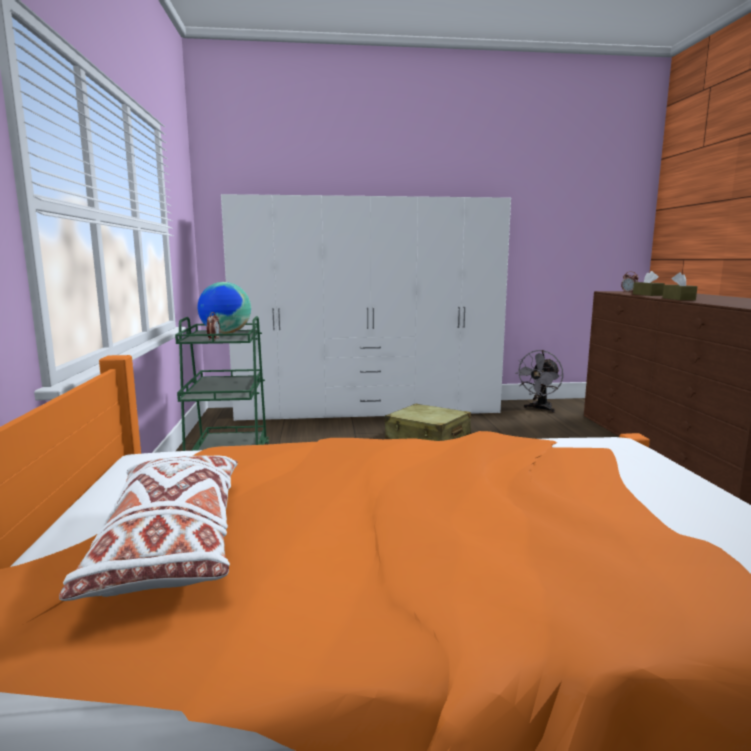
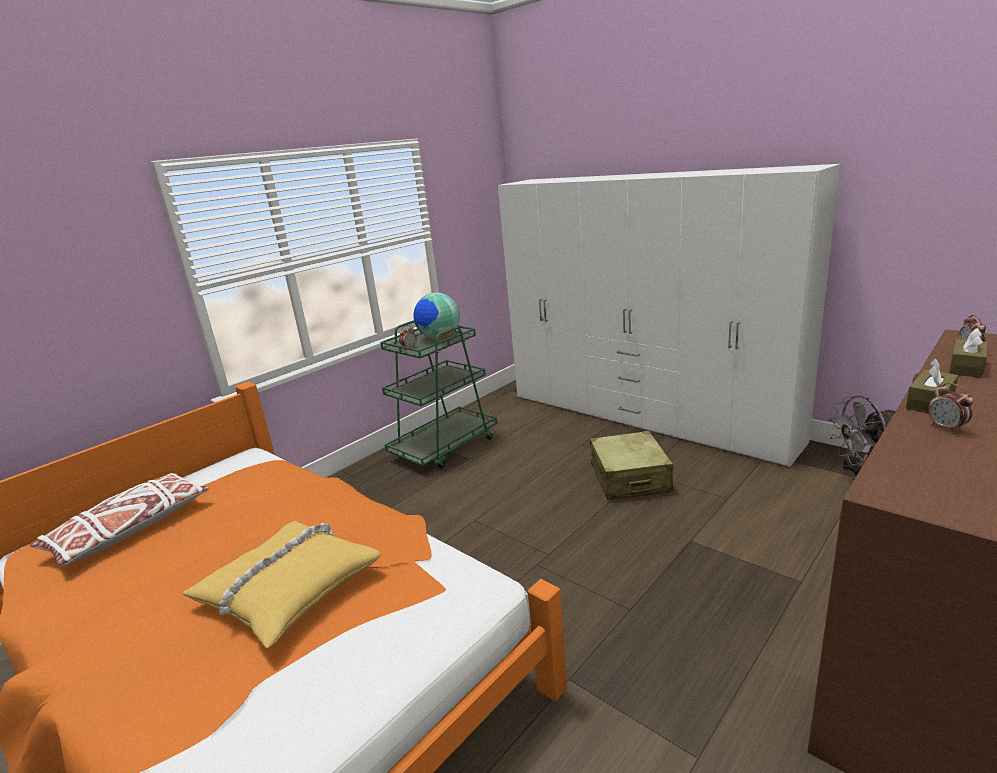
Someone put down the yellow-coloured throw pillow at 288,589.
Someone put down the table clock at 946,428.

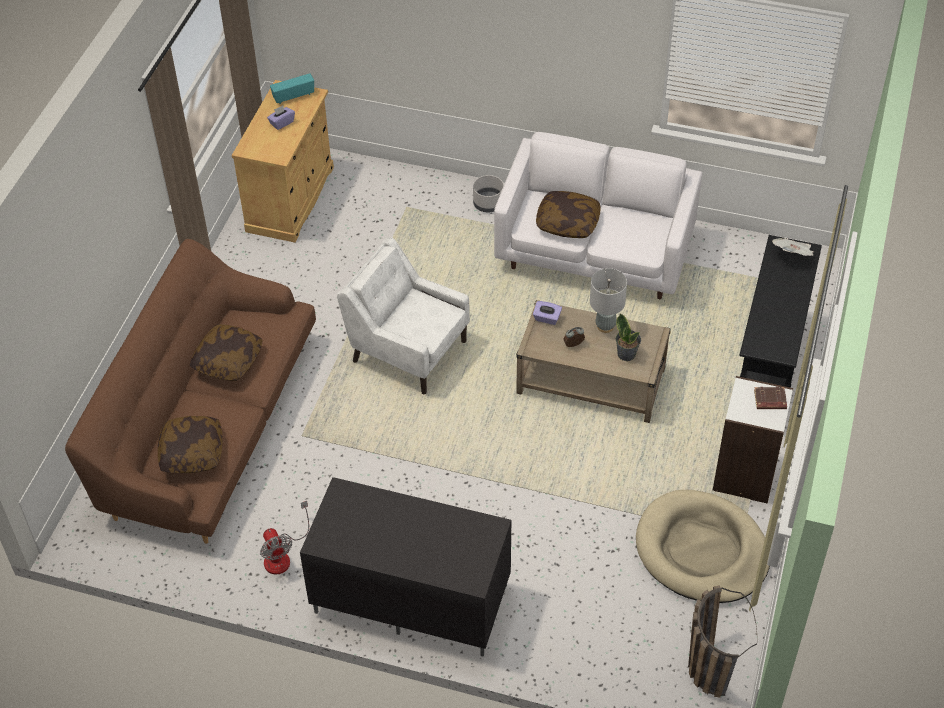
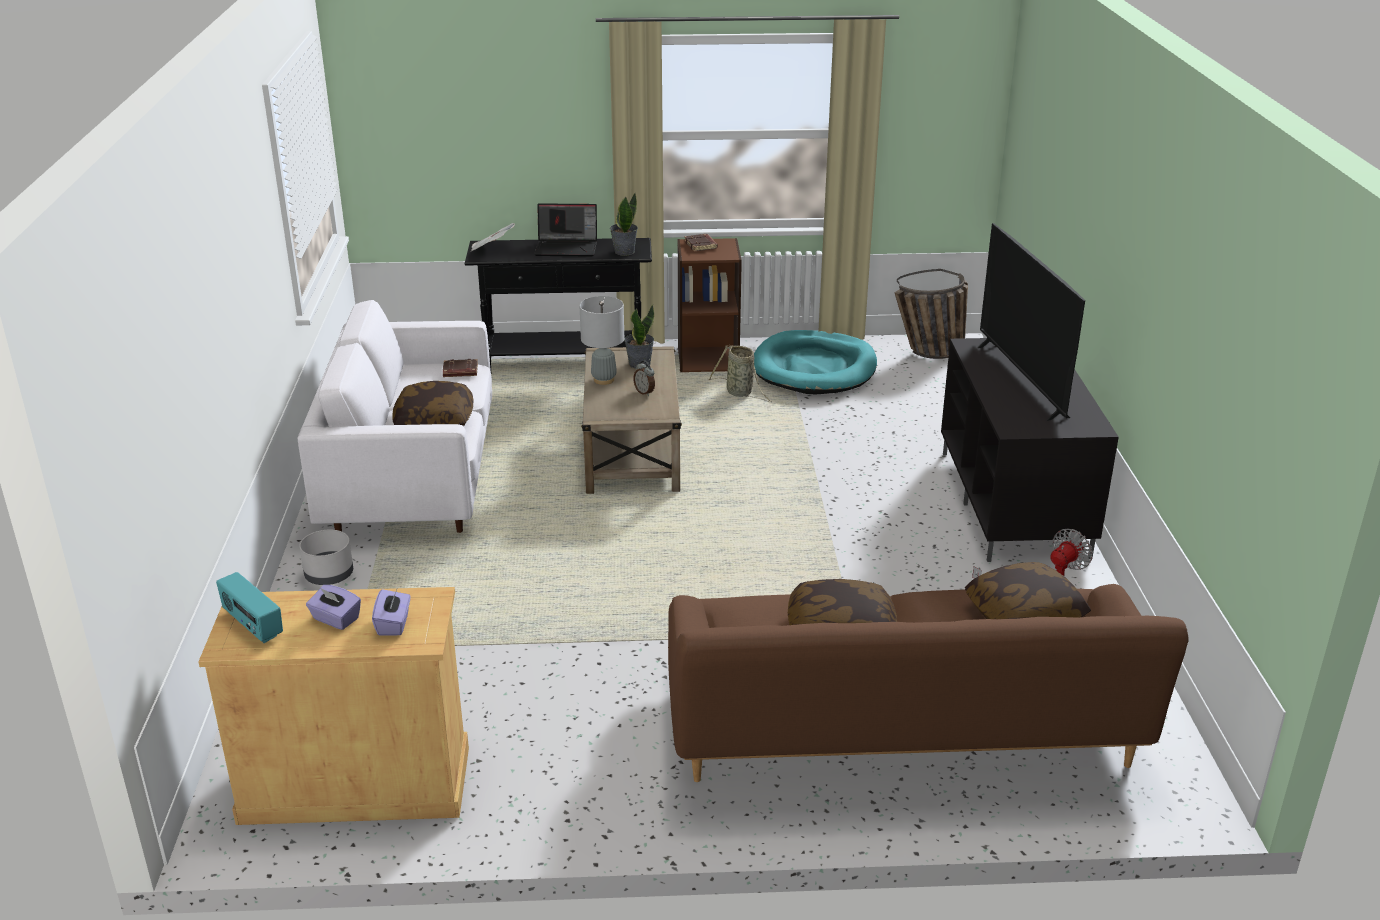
Someone took away the whitish armchair at 408,350.
Someone put down the brownish book at 460,372.
Someone put down the laptop at 567,248.
Someone put down the potted plant at 624,251.
Someone put down the household basket at 741,393.
Someone put down the TV at 1021,381.
Someone carried the purple tissue box from 546,318 to 394,624.
Someone repainted the beige-coloured pet bed at 701,551, which became the blue-green pet bed at 814,368.
Someone repainted the whitish shelving unit at 745,475, which became the brownish shelving unit at 708,359.

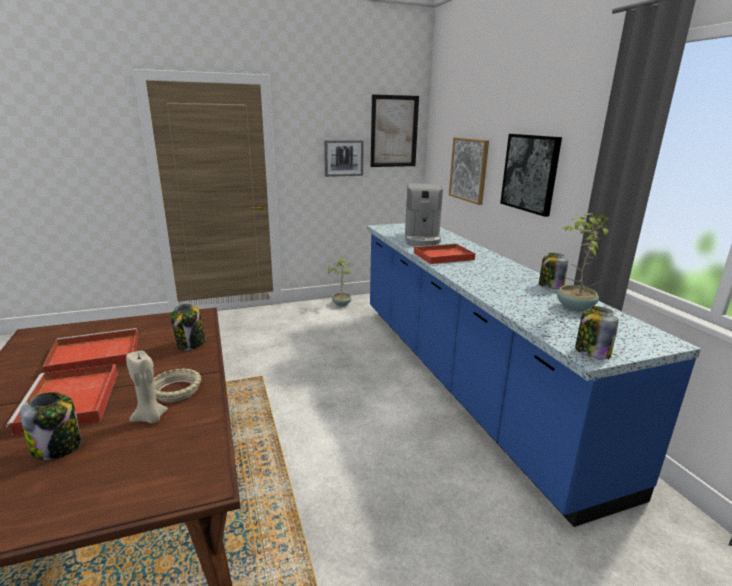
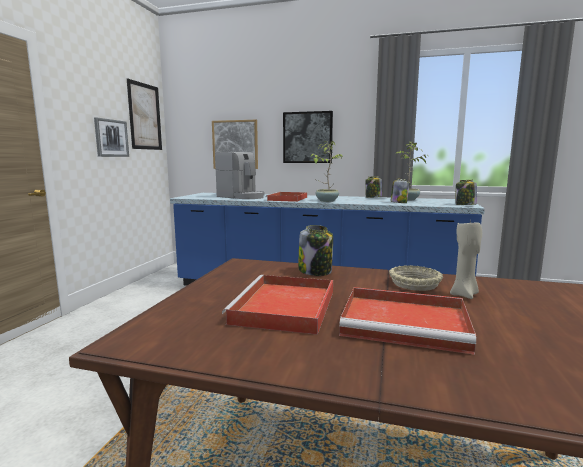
Someone carried the storage jar from 58,447 to 398,203.
Someone carried the potted plant from 341,304 to 326,201.

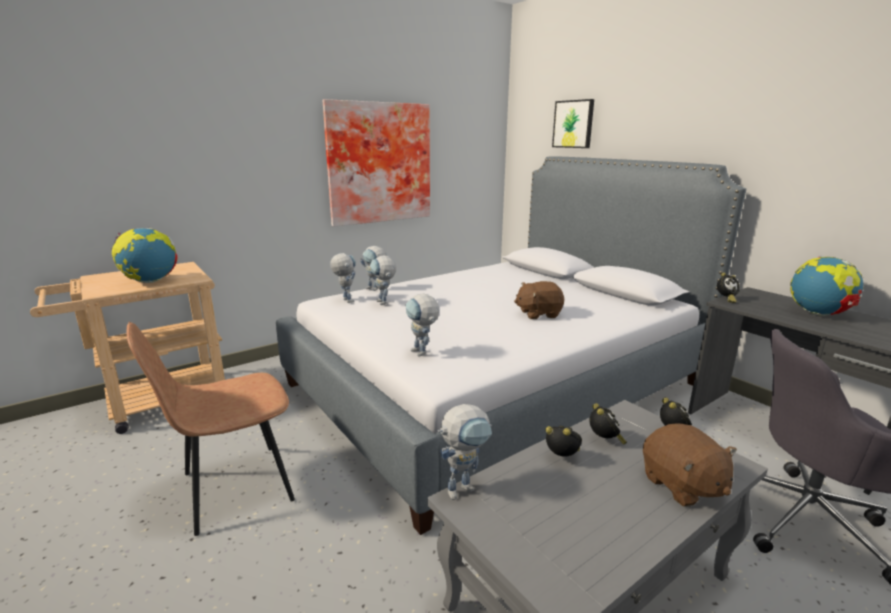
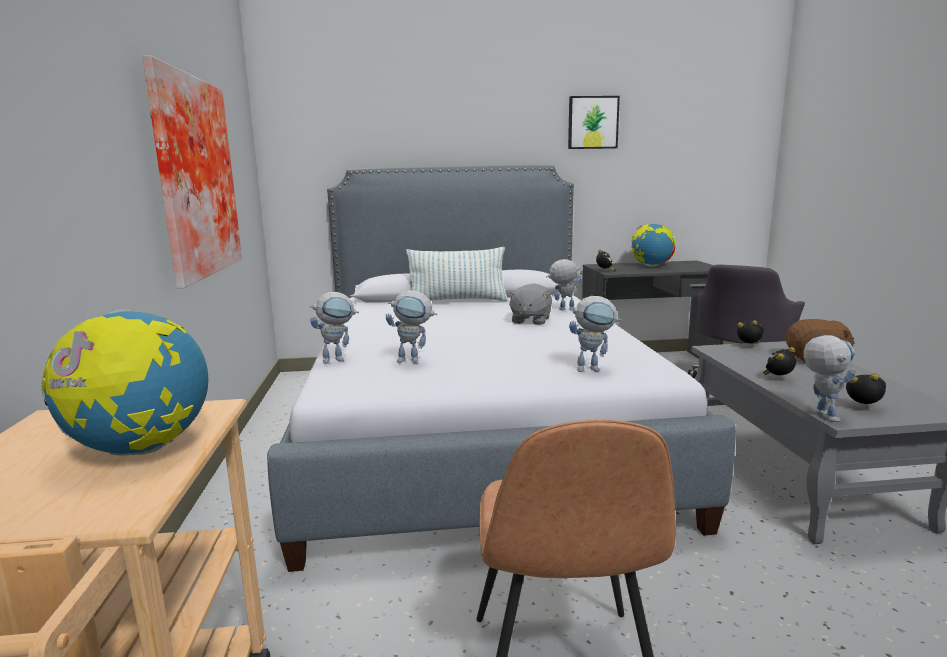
Someone put down the throw pillow at 457,301.
Someone carried the toy robot from 345,299 to 562,310.
Someone carried the wall picture from 573,124 to 592,122.
Someone carried the table clock from 604,441 to 863,408.
Someone repainted the brownish plush toy at 538,314, which became the gray plush toy at 530,320.

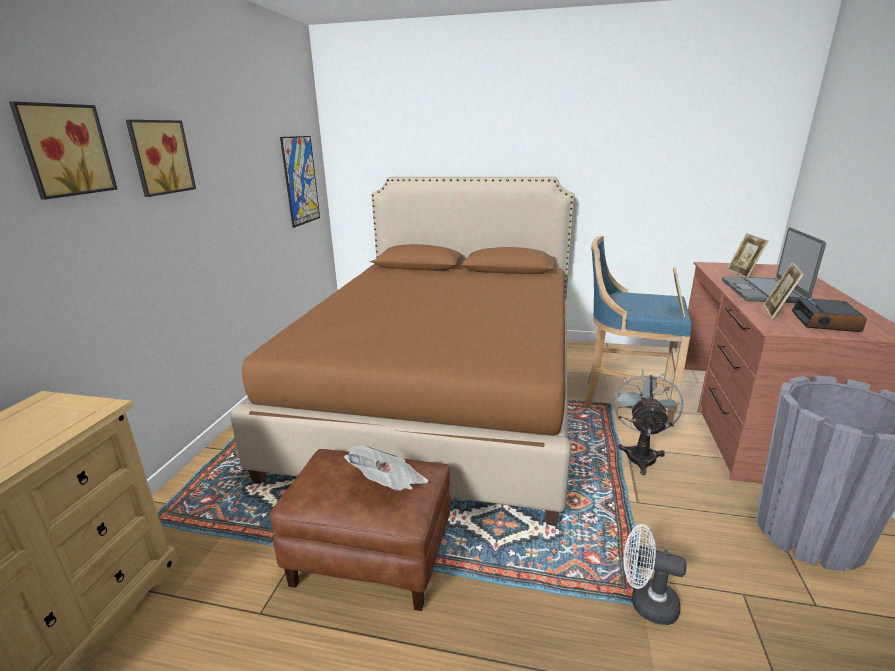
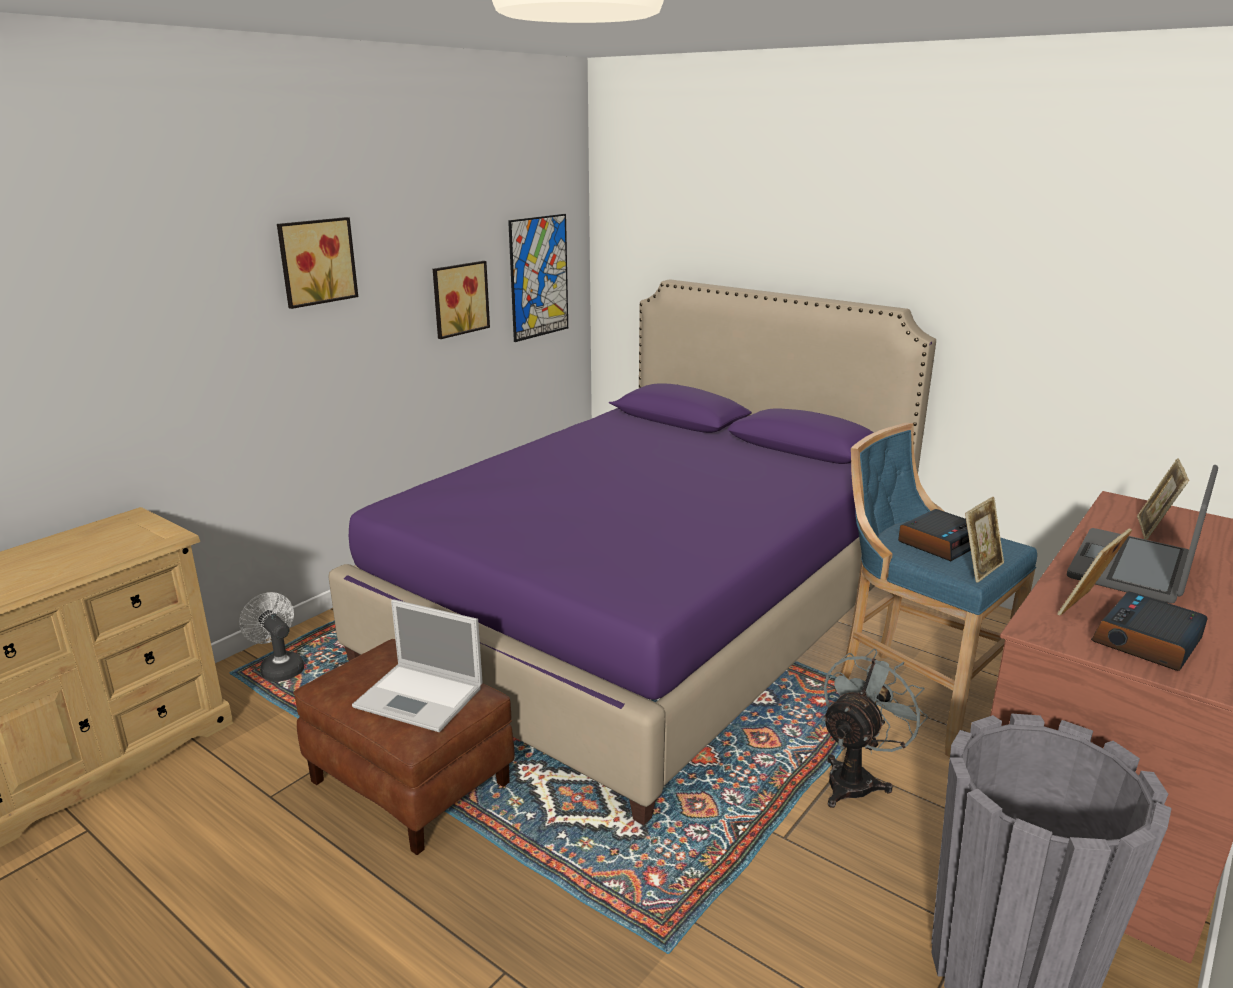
Someone put down the table clock at 940,542.
Someone carried the wall picture from 63,150 to 458,298.
Someone carried the whitish cooling fan from 646,602 to 279,668.
Someone swapped the daily paper at 389,484 for the laptop at 421,697.
Someone repainted the brownish sleeping bed at 442,395, which became the purple sleeping bed at 646,618.

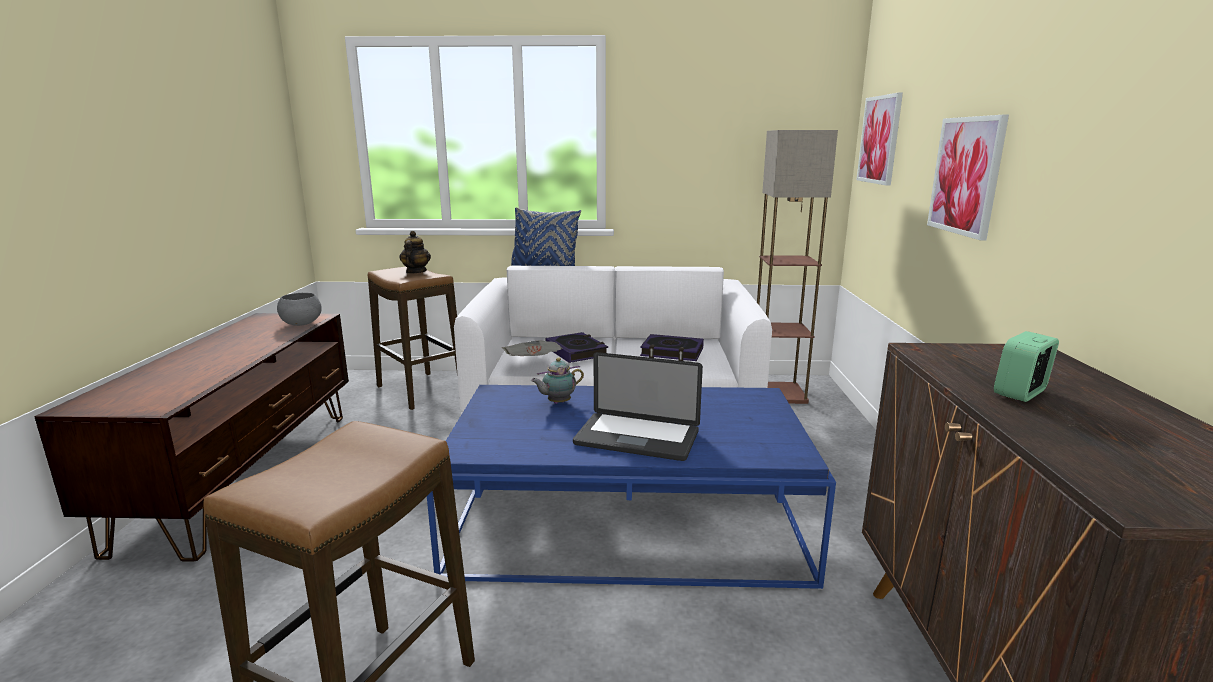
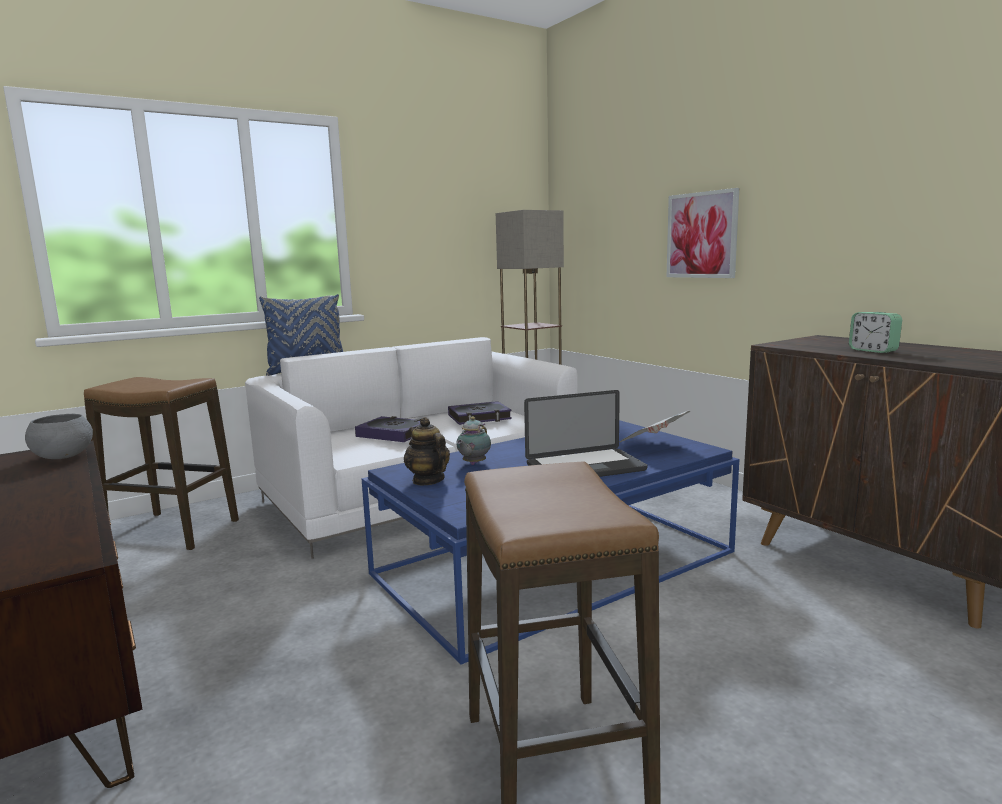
Someone took away the wall picture at 879,140.
Someone carried the tea pot from 416,272 to 428,480.
Someone carried the daily paper from 533,365 to 651,446.
Someone rotated the table clock at 1020,393 by 45 degrees counterclockwise.

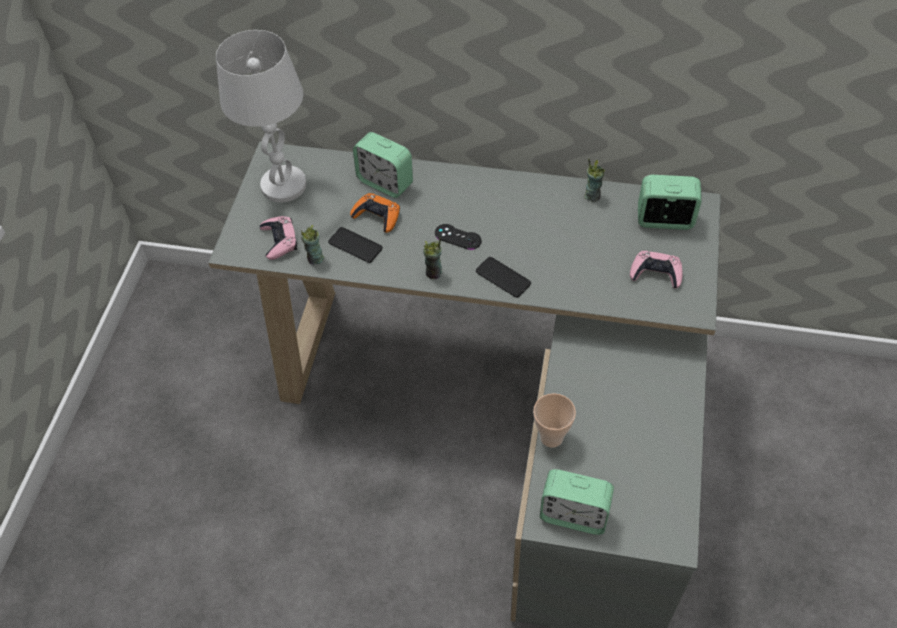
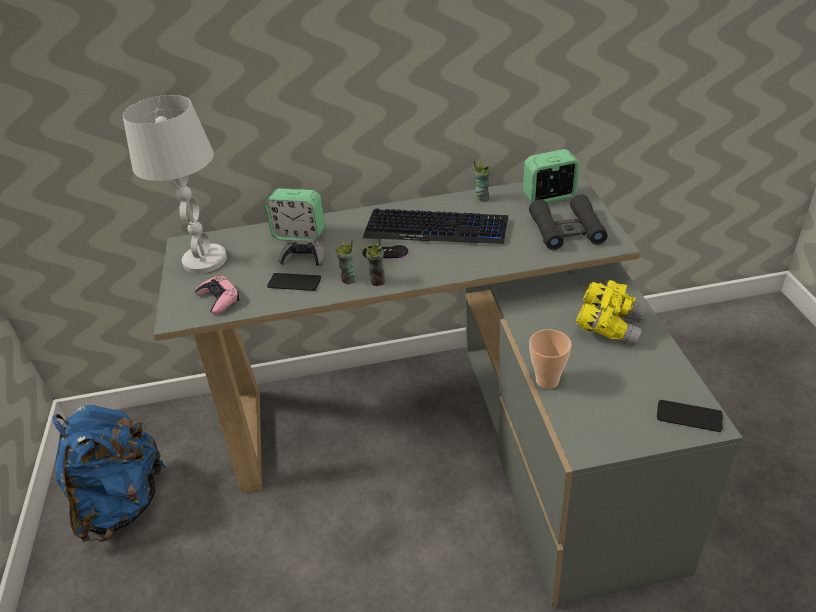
Someone took away the table clock at 574,514.
Someone put down the blue knapsack at 123,502.
Someone put down the keyboard at 436,229.
Someone put down the yellow-coloured binoculars at 609,326.
Someone carried the cup from 315,259 to 349,280.
Someone carried the phone from 503,277 to 689,416.
Someone swapped the pink-coloured joypad at 656,273 for the black binoculars at 566,230.
Someone repainted the orange joypad at 377,216, which became the gray joypad at 304,258.

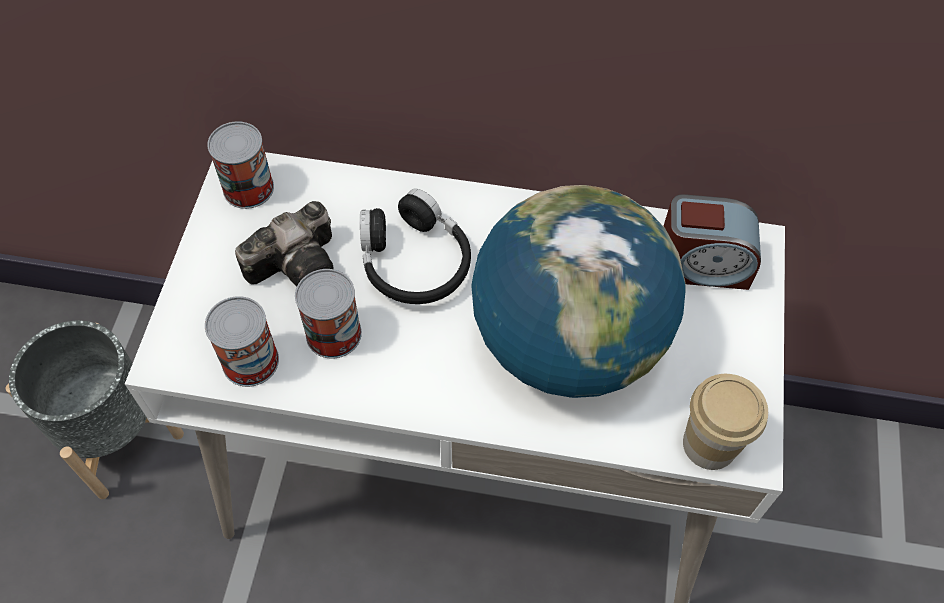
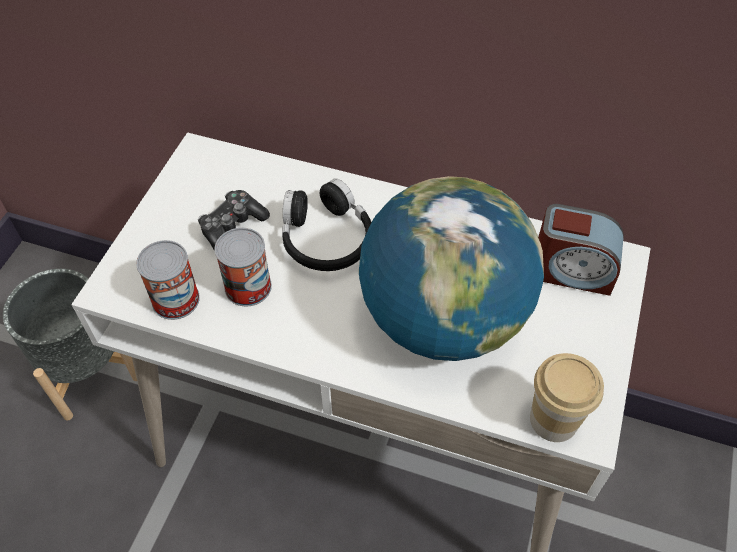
Someone took away the sealed can at 248,188.
Someone swapped the still camera at 300,262 for the joypad at 232,228.

